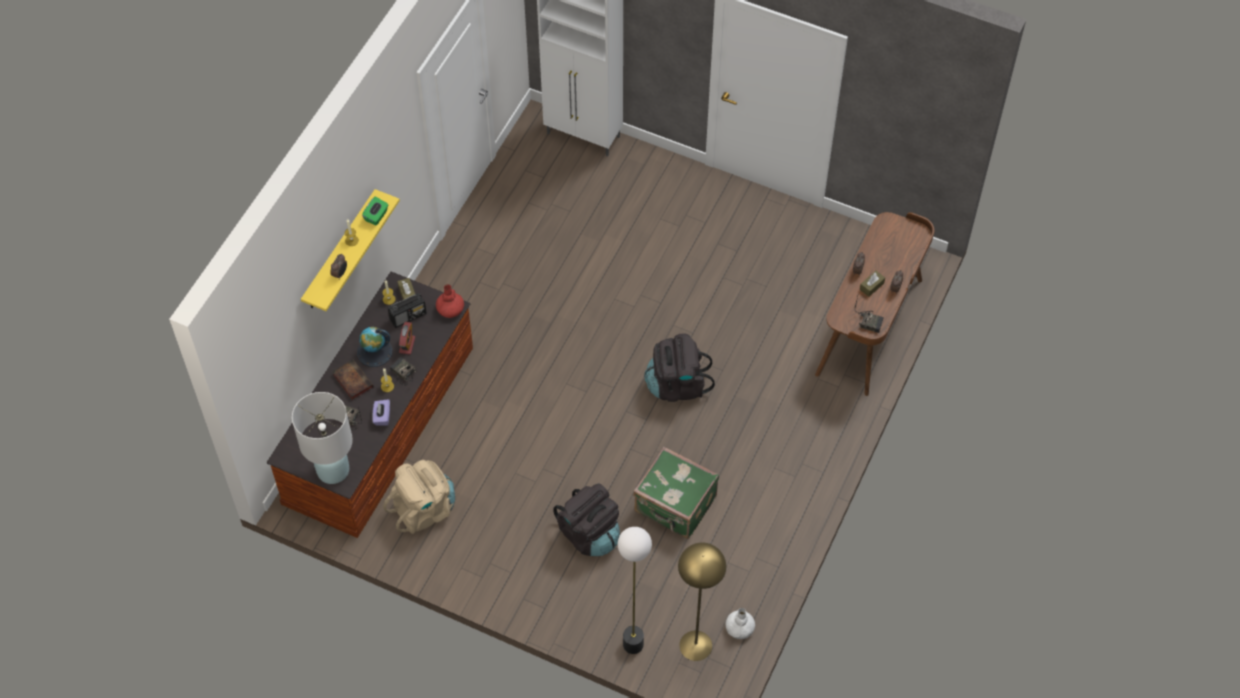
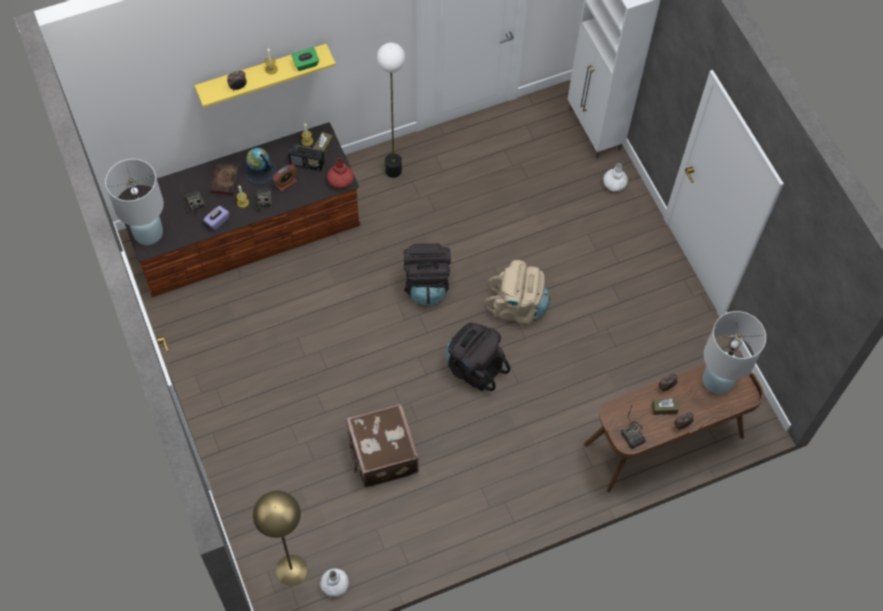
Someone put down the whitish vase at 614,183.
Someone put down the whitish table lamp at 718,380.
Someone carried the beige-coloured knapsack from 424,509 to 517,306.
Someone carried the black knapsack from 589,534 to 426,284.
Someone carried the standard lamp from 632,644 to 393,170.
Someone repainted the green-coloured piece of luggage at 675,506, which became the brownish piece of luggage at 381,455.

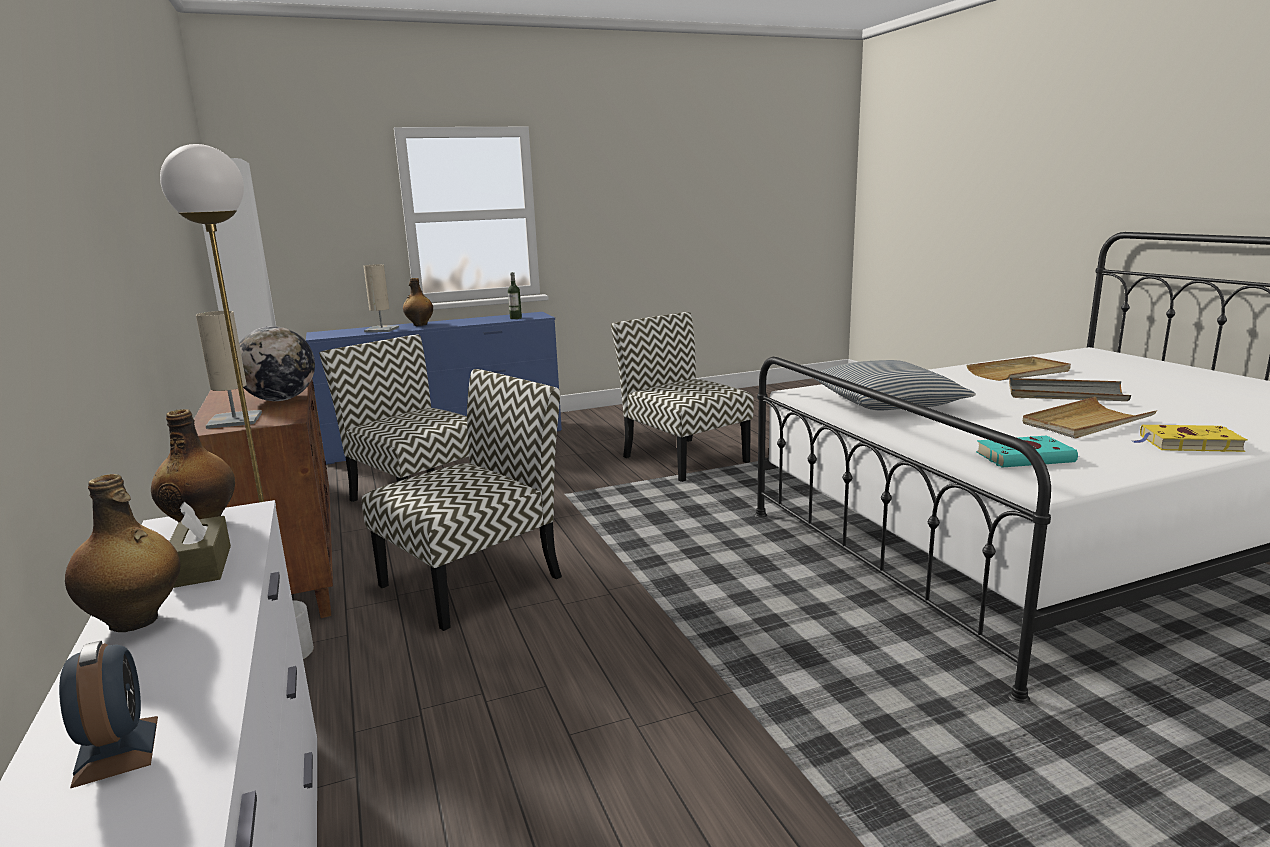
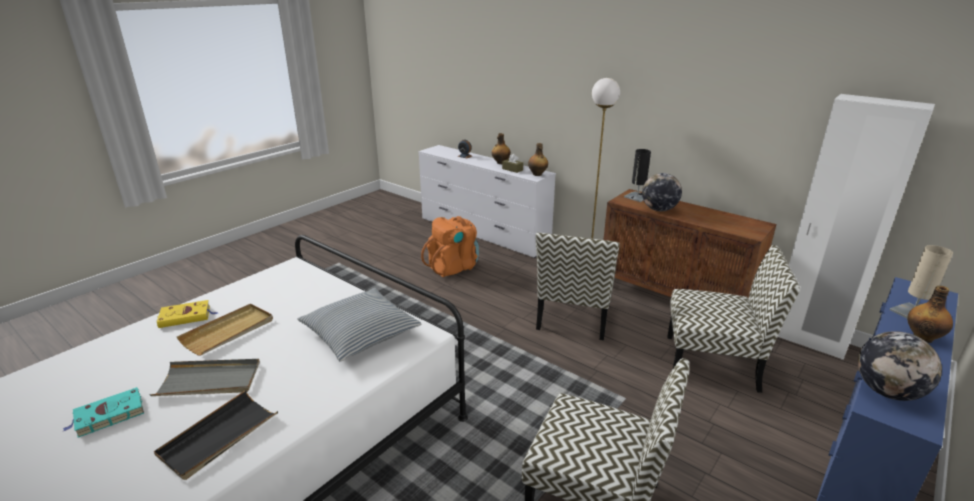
Someone put down the orange knapsack at 453,267.
Someone carried the blue-green book from 1027,457 to 107,416.
Someone swapped the drink bottle at 515,318 for the globe at 887,392.
Someone repainted the beige-coloured table lamp at 235,420, which became the black table lamp at 637,197.
Someone repainted the beige-coloured carrying tray at 1019,372, which became the black carrying tray at 218,436.

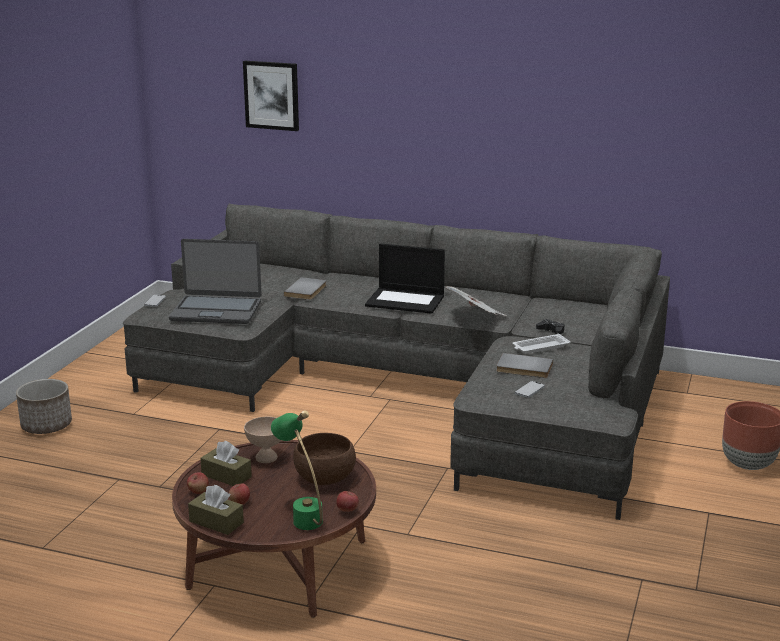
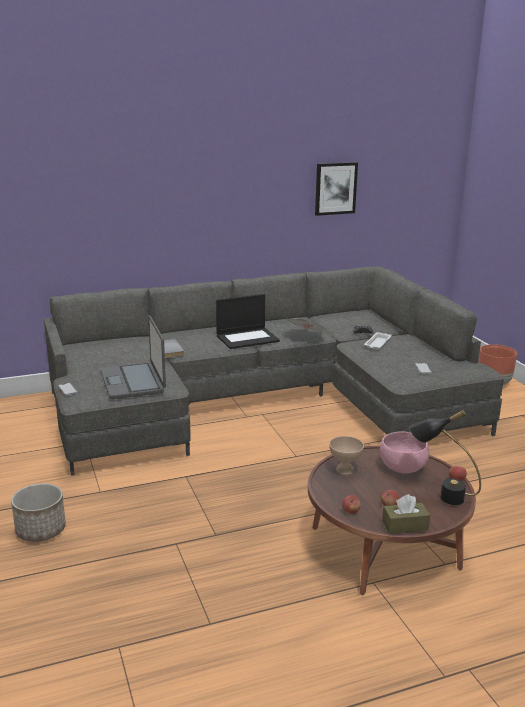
Someone took away the brownish tissue box at 226,476.
Someone took away the gray book at 524,368.
Someone carried the wall picture from 272,95 to 335,188.
Someone repainted the green-coloured table lamp at 301,515, which became the black table lamp at 440,496.
Someone repainted the brownish serving bowl at 325,478, which became the pink-coloured serving bowl at 403,467.
Someone rotated the laptop at 216,310 by 105 degrees clockwise.

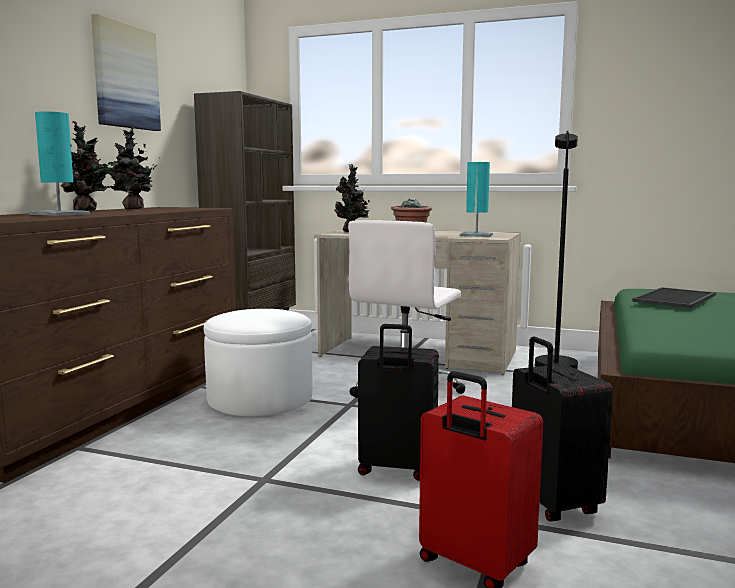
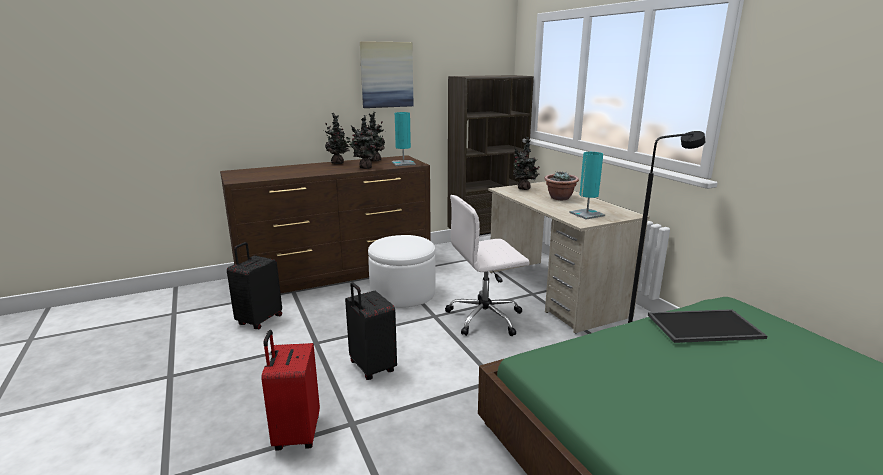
Someone put down the potted plant at 365,168.
Someone carried the blue-green table lamp from 59,214 to 403,163.
Someone carried the black piece of luggage from 551,504 to 259,320.

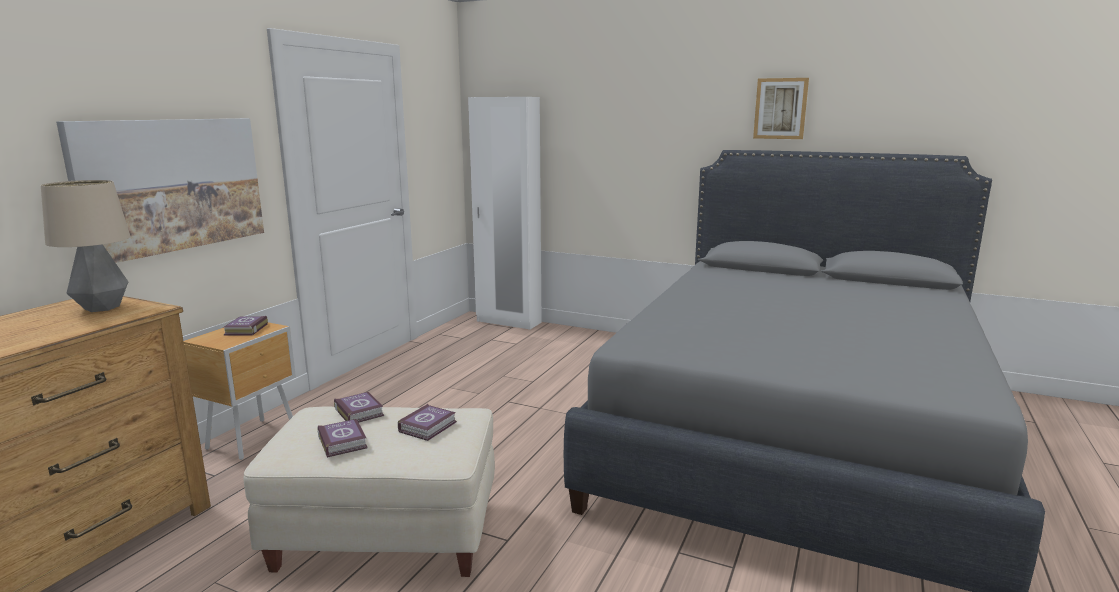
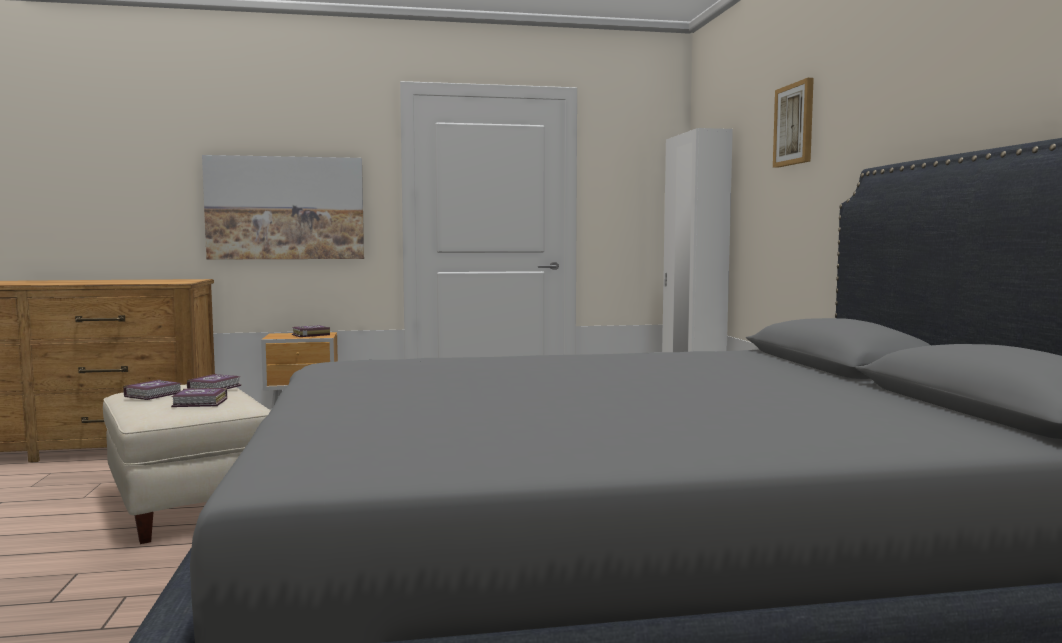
Someone took away the table lamp at 101,308.
Someone carried the wall picture from 780,108 to 795,124.

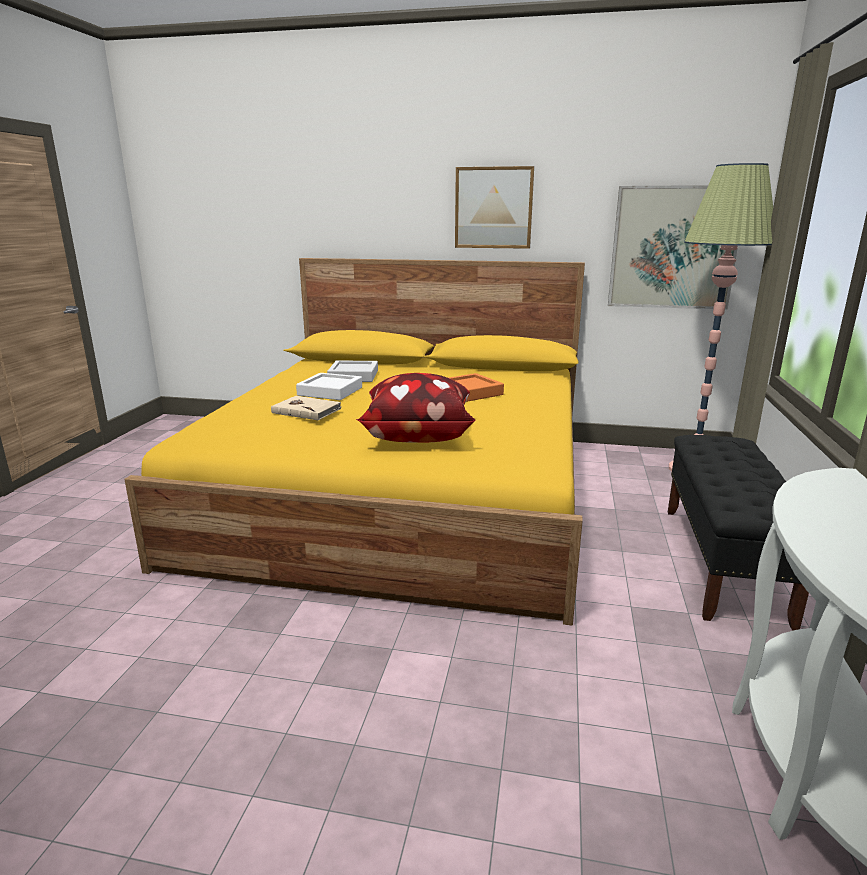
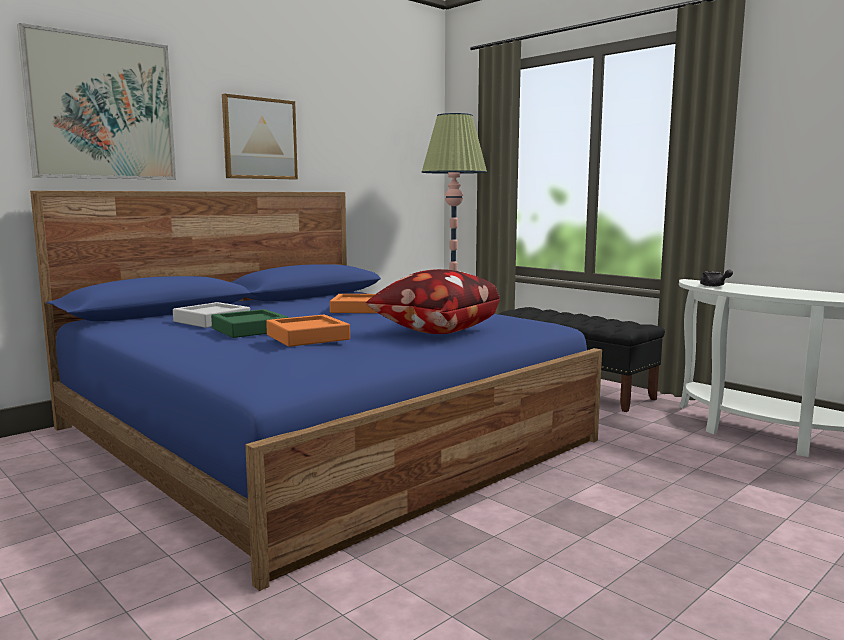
Someone put down the gray tea pot at 714,286.
Someone carried the wall picture from 673,248 to 102,108.
Someone swapped the beige-coloured book at 306,410 for the orange carrying tray at 307,337.
Someone repainted the yellow-coloured sleeping bed at 403,493, which became the blue sleeping bed at 318,434.
Someone repainted the whitish carrying tray at 330,391, which became the green-coloured carrying tray at 250,330.

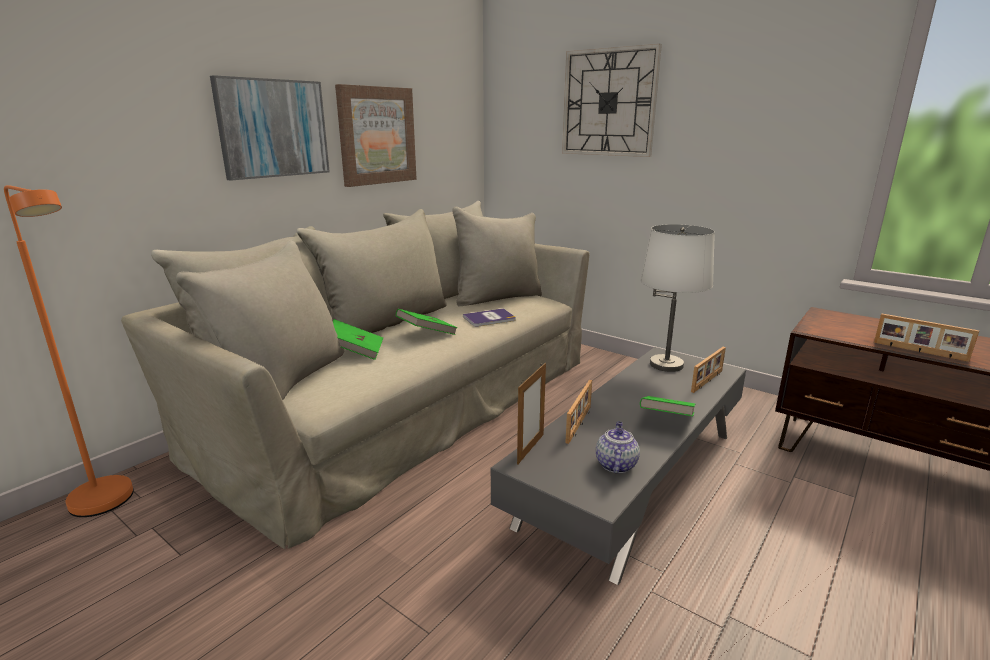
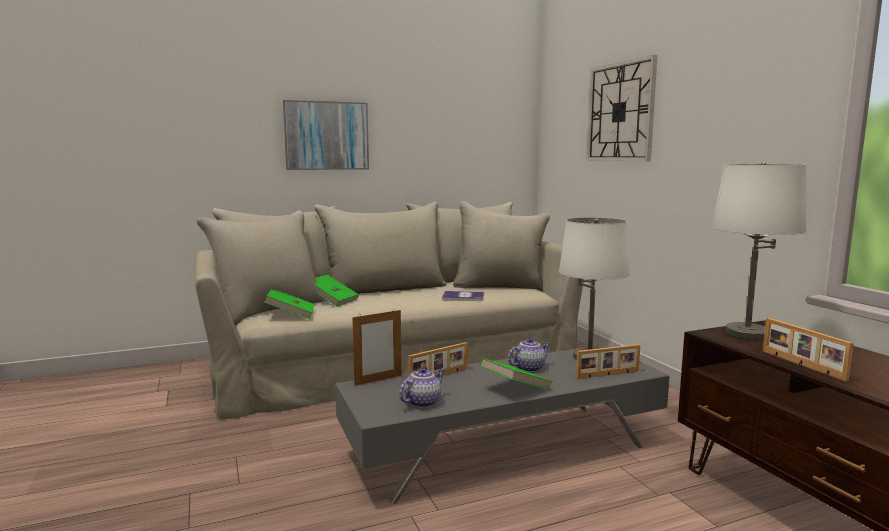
Someone took away the orange standard lamp at 108,505.
Someone took away the wall picture at 376,136.
Someone put down the tea pot at 529,368.
Someone put down the whitish table lamp at 747,333.
Someone carried the green-coloured book from 426,334 to 290,315.

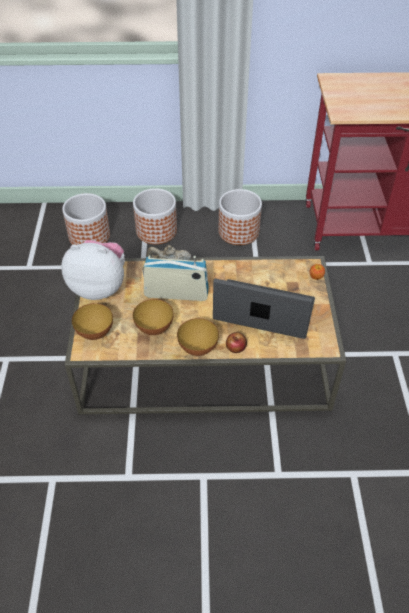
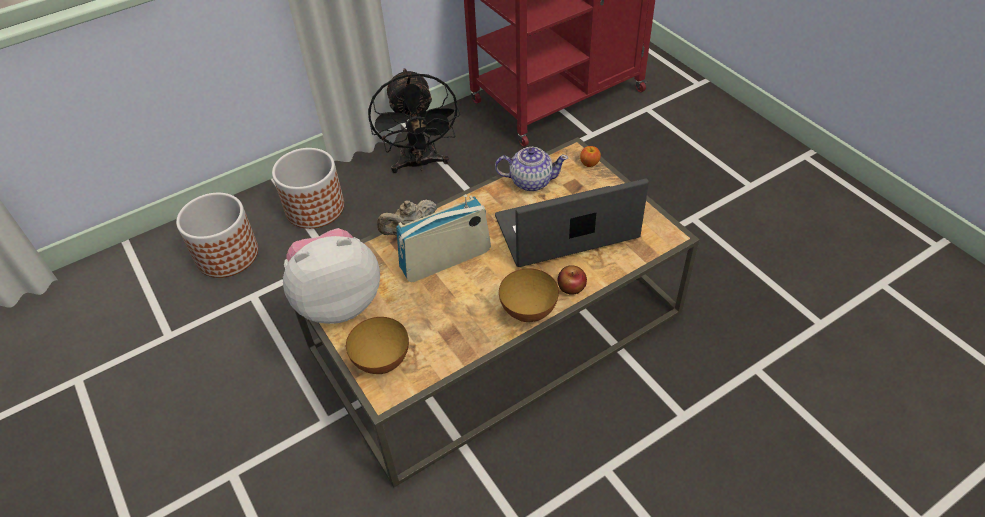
Someone took away the serving bowl at 154,328.
Someone put down the tea pot at 530,181.
Someone swapped the planter at 239,232 for the black cooling fan at 420,164.

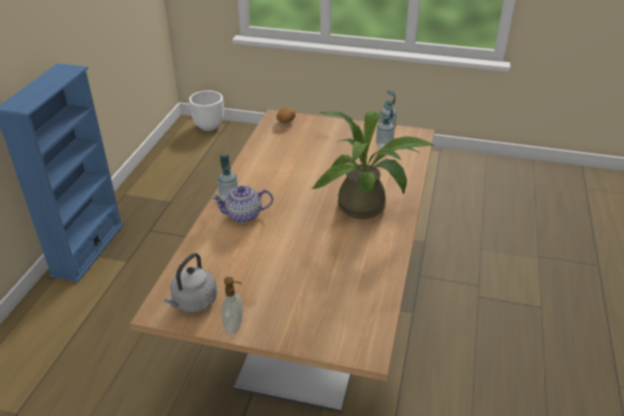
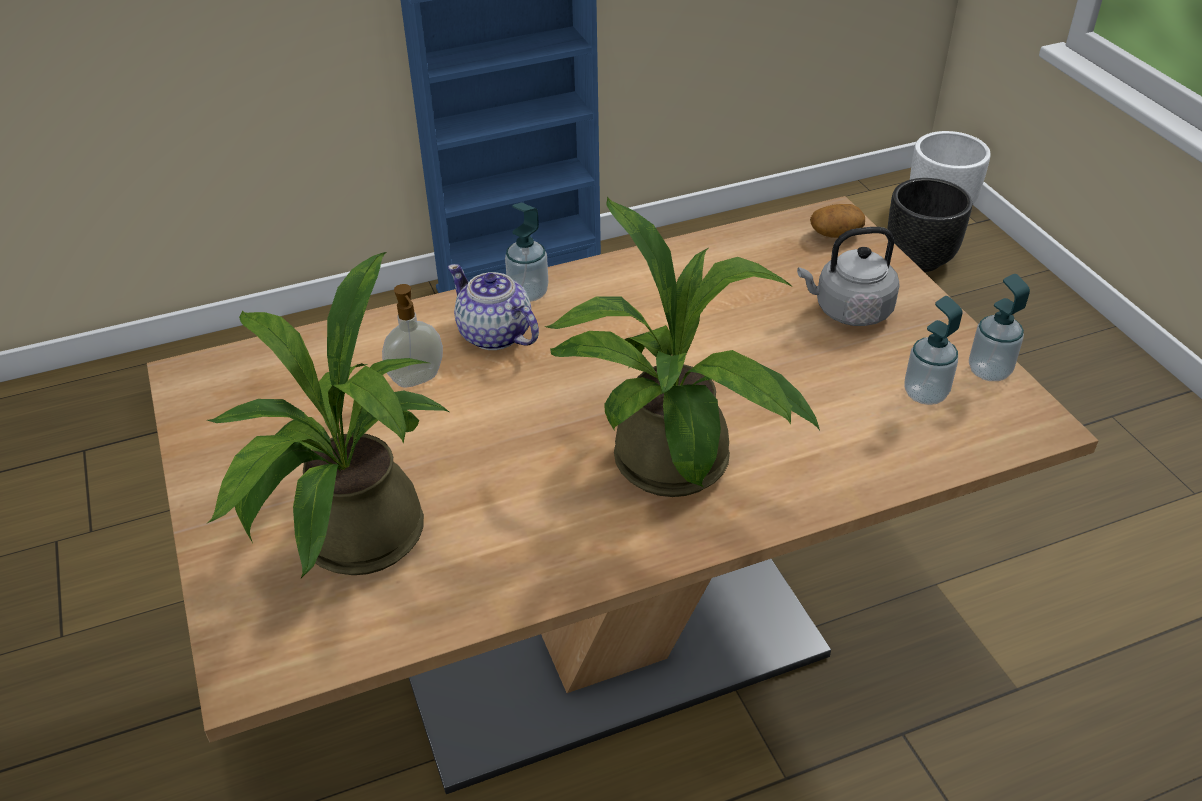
Someone put down the potted plant at 350,544.
Someone put down the black planter at 919,261.
Someone carried the gray tea kettle from 193,302 to 849,311.
Someone carried the soap dispenser from 234,326 to 417,380.

